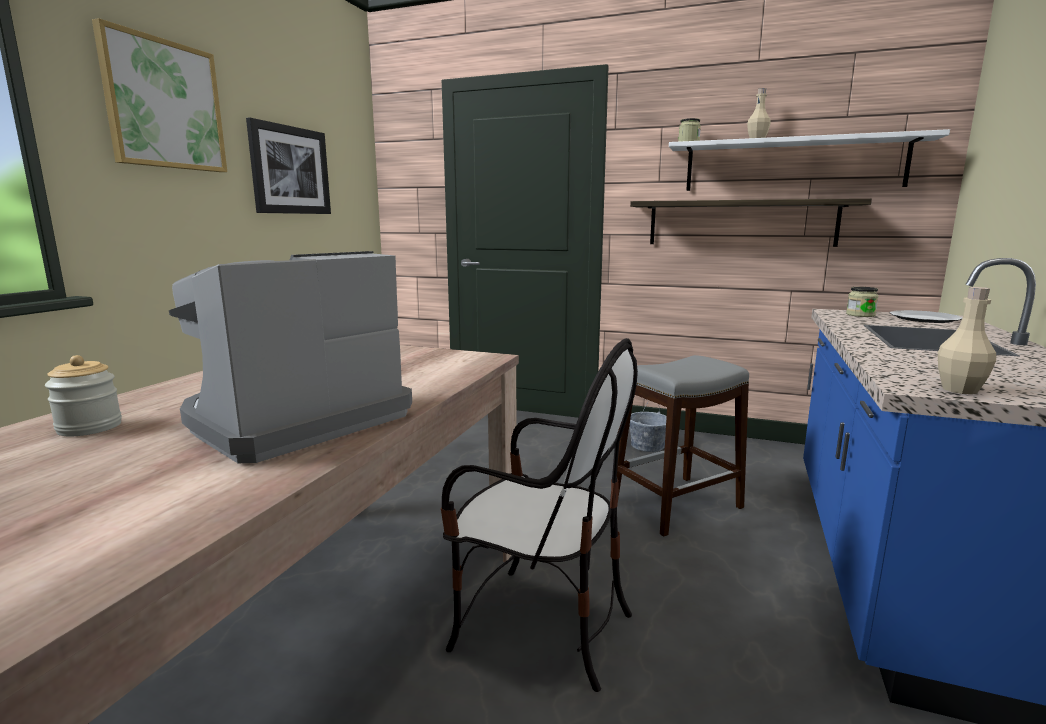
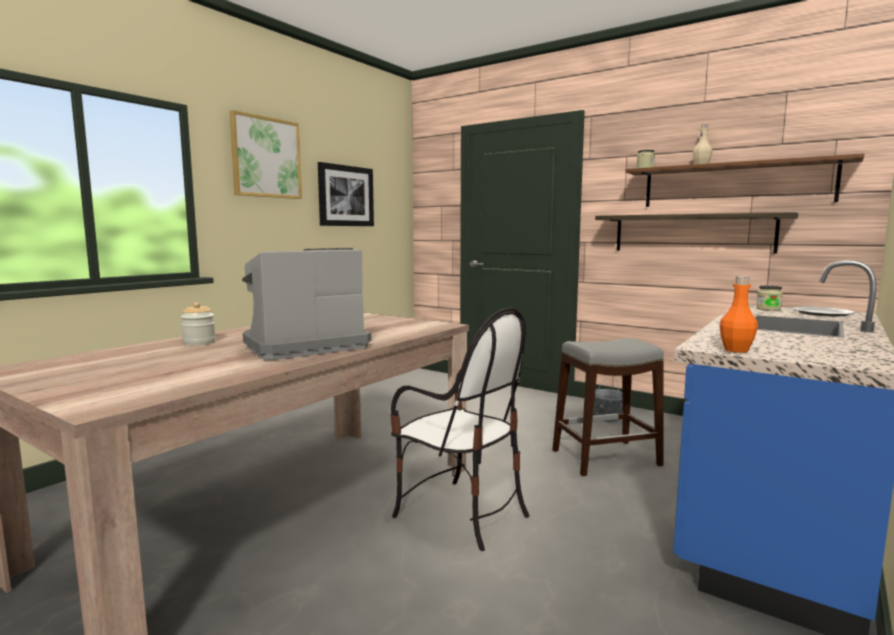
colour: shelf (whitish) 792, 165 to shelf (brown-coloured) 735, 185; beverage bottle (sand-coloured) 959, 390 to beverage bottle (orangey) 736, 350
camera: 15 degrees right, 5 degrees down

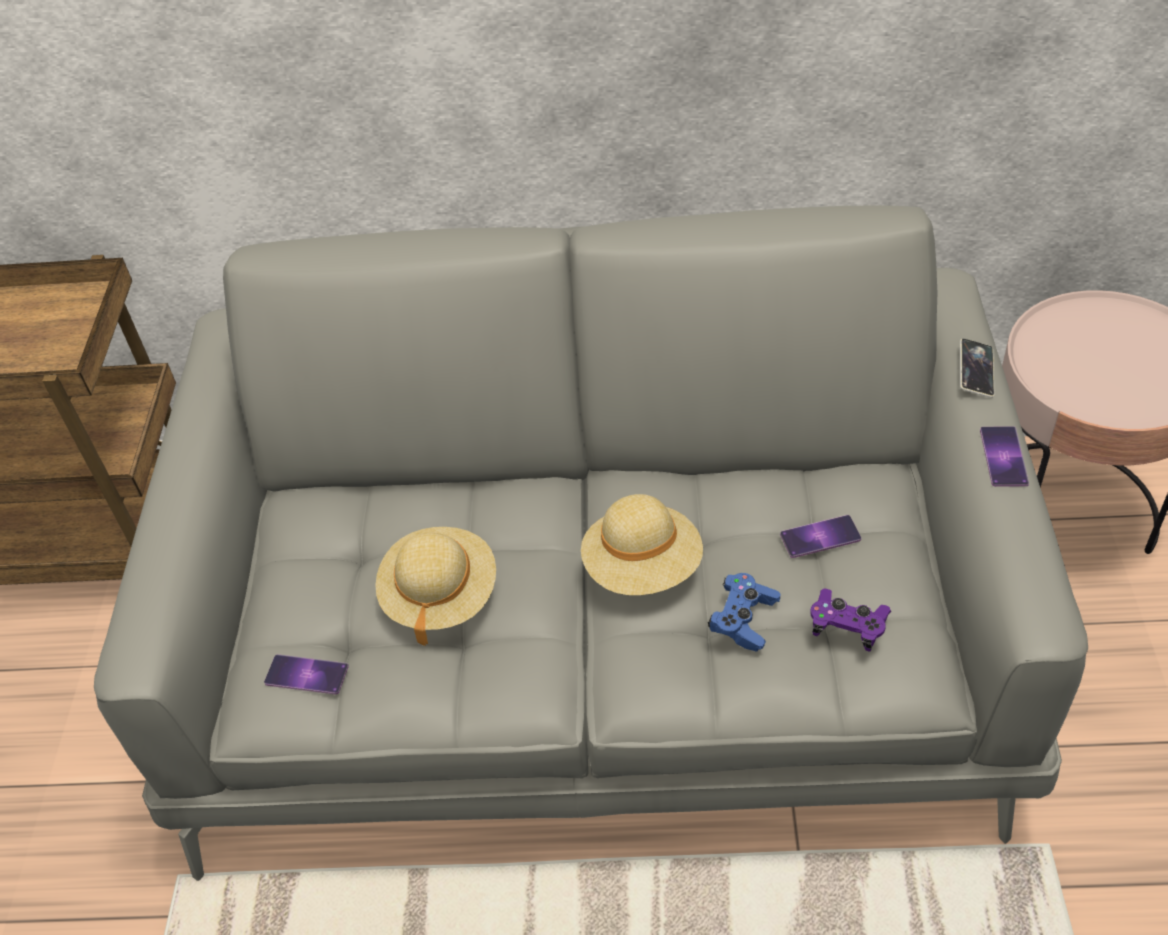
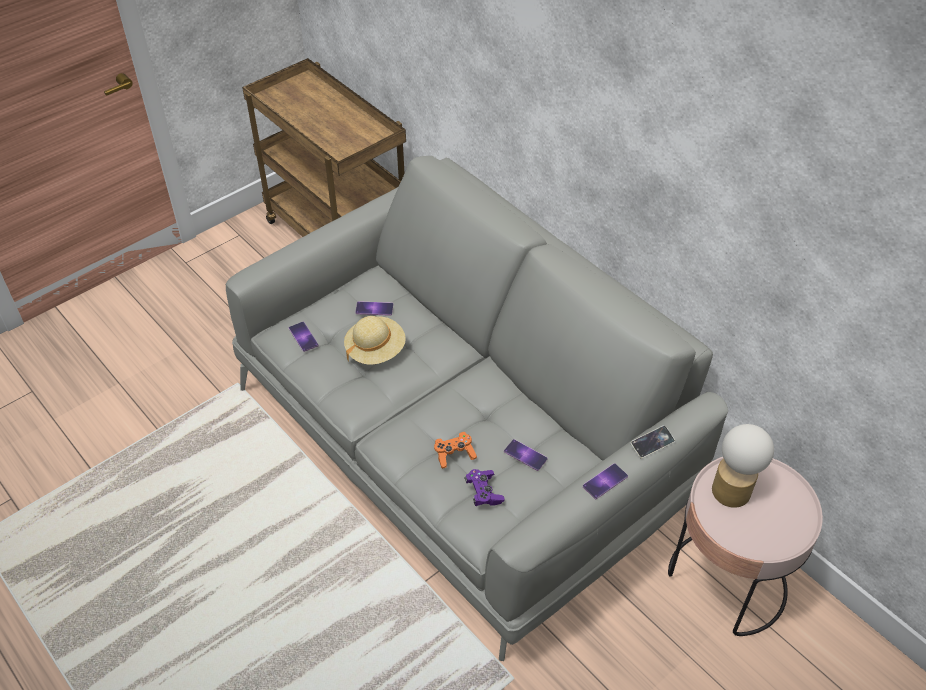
missing: wearable hat (sand-coloured) 643, 567
appeared: phone 374, 308; lamp for a table 734, 487
colour: game controller (bluish) 743, 620 to game controller (orangey) 454, 454
camera: 45 degrees right, 0 degrees up

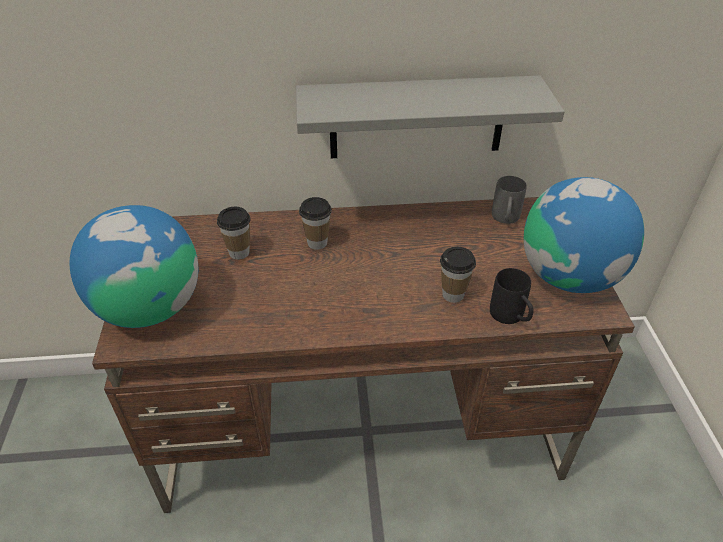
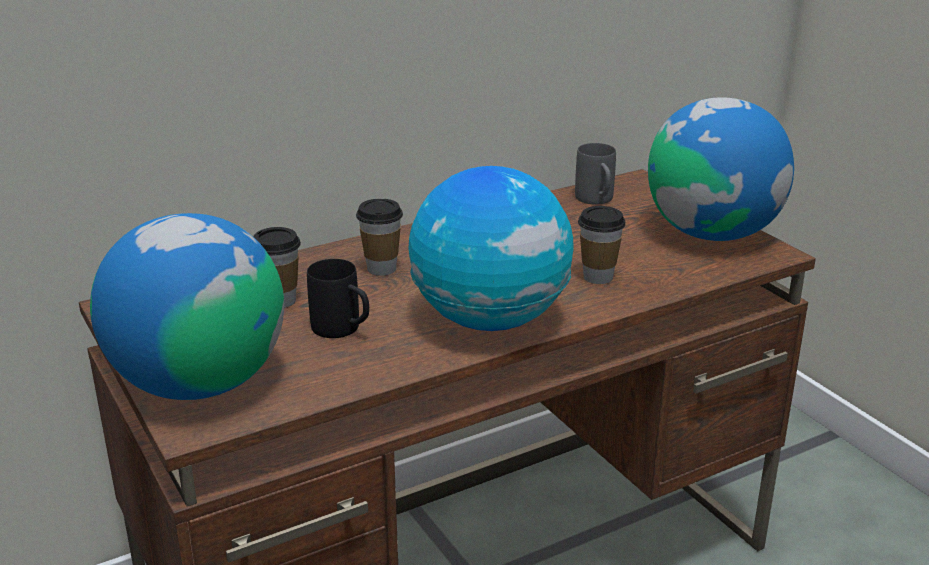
missing: shelf (gray) 417, 118
appeared: world globe 489, 320
relocated: coffee mug (black) 511, 317 to 343, 330
camera: 25 degrees left, 15 degrees down

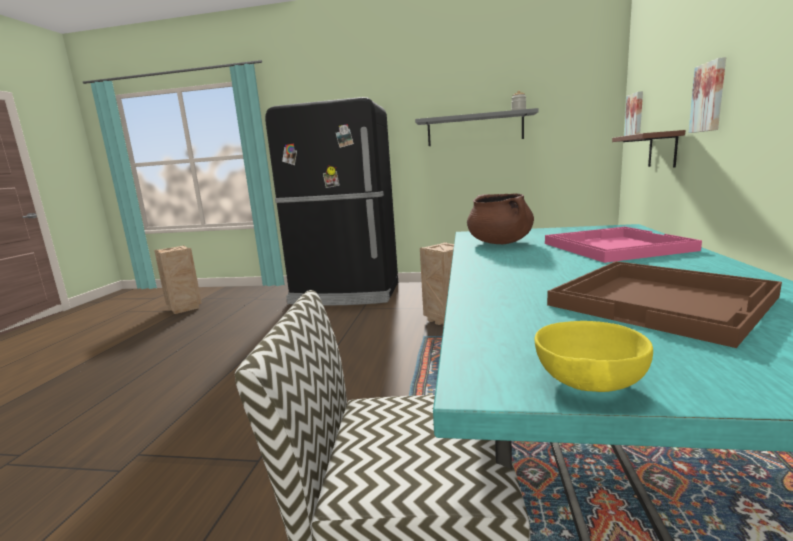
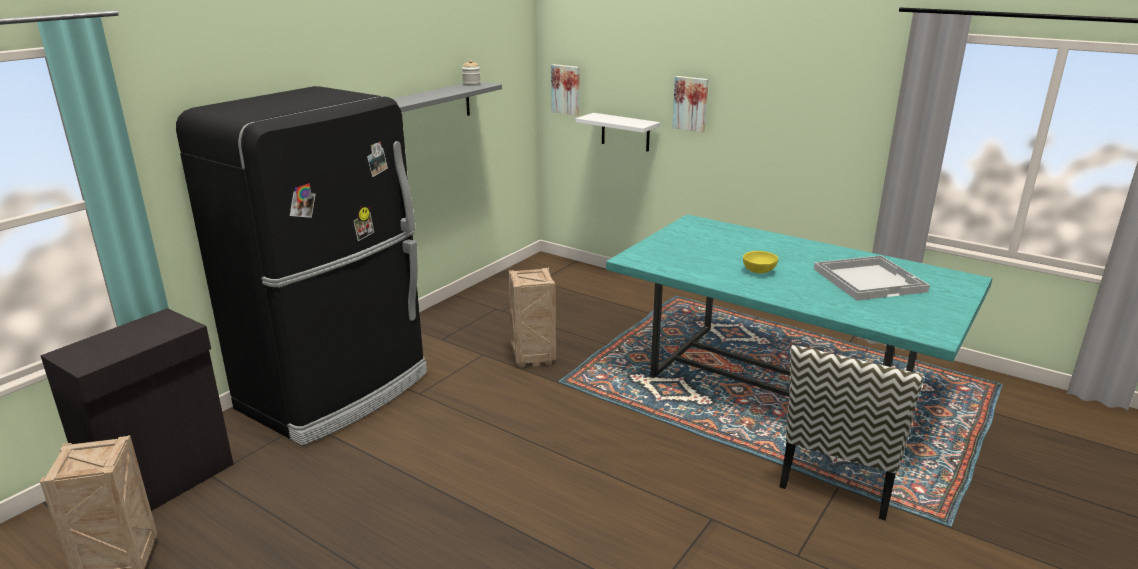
missing: cooking pot (brown-coloured) 500, 243; carrying tray (pink-coloured) 614, 247
appeared: cupboard (black) 165, 483
relocated: deep dish (yellow-coloured) 587, 385 to 759, 272
colour: shelf (brown-coloured) 662, 150 to shelf (whitish) 625, 132; carrying tray (brown-coloured) 662, 301 to carrying tray (whitish) 869, 279
camera: 65 degrees left, 10 degrees up

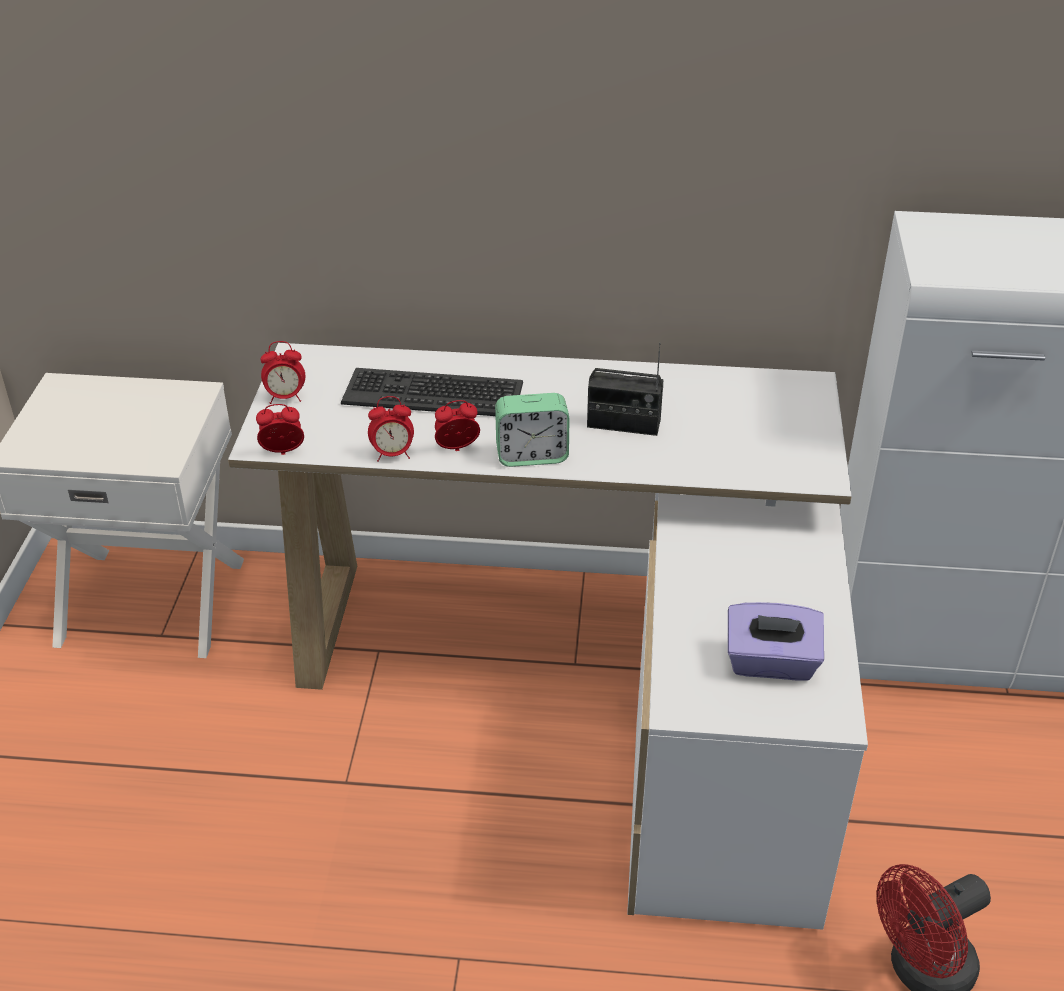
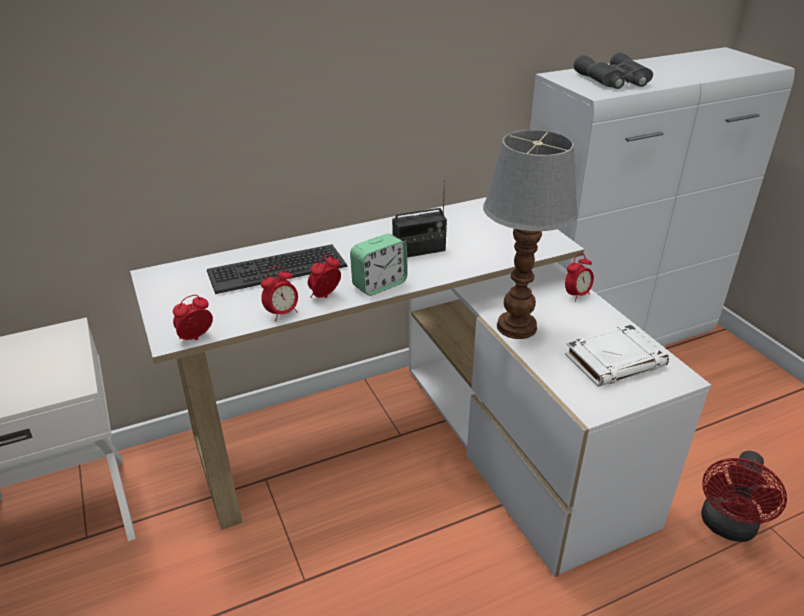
appeared: lamp for a table 517, 328; binoculars (gray) 613, 80
relocated: alarm clock 285, 397 to 576, 295
exchanged: tissue box (purplish) 771, 663 to book (whitish) 615, 360
camera: 30 degrees left, 5 degrees down

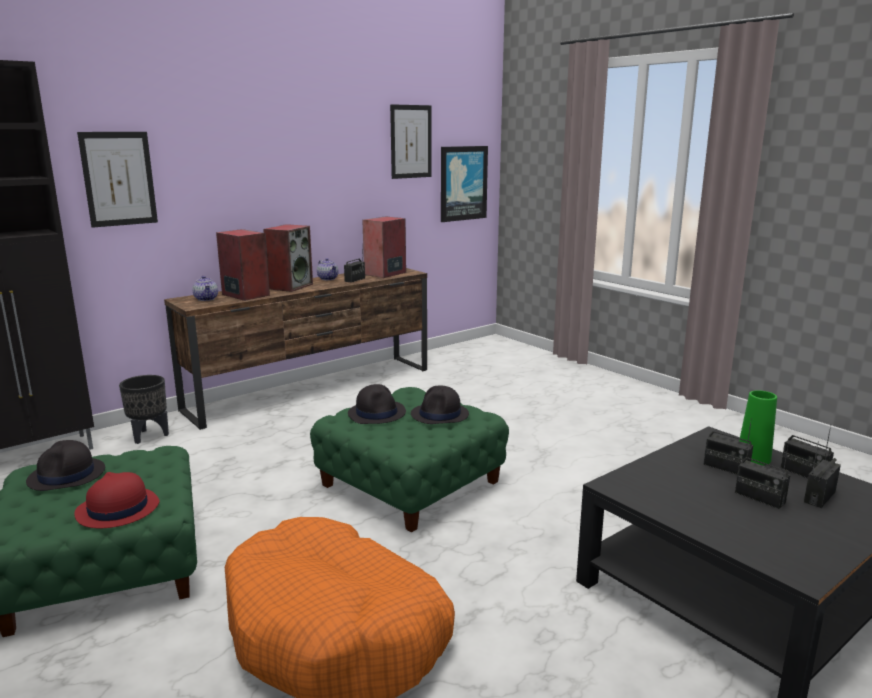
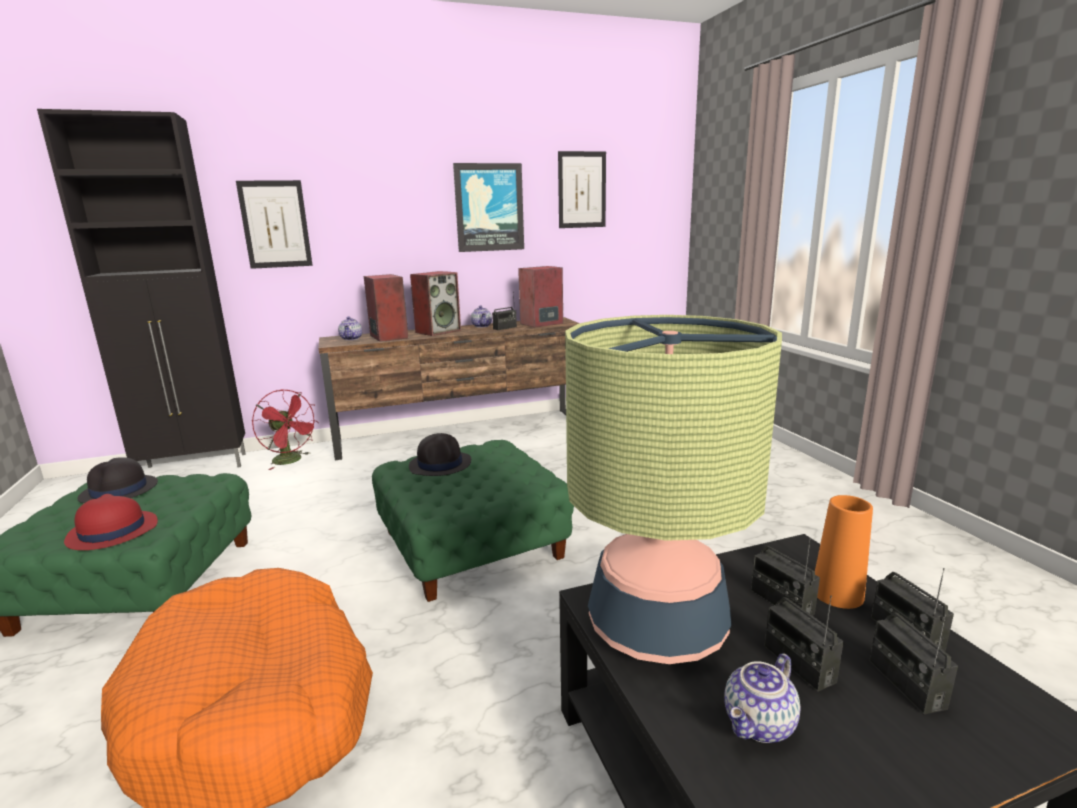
missing: wearable hat (black) 440, 415
appeared: lamp for a table 657, 625; tea pot 760, 725
relocated: wall art 463, 183 to 489, 207
exchanged: flower pot (black) 149, 436 to fan (red-coloured) 291, 461
colour: flower vase (greenish) 753, 458 to flower vase (orangey) 837, 593
spun: radio 819, 497 = 906, 684 75 degrees counterclockwise
camera: 20 degrees right, 0 degrees up

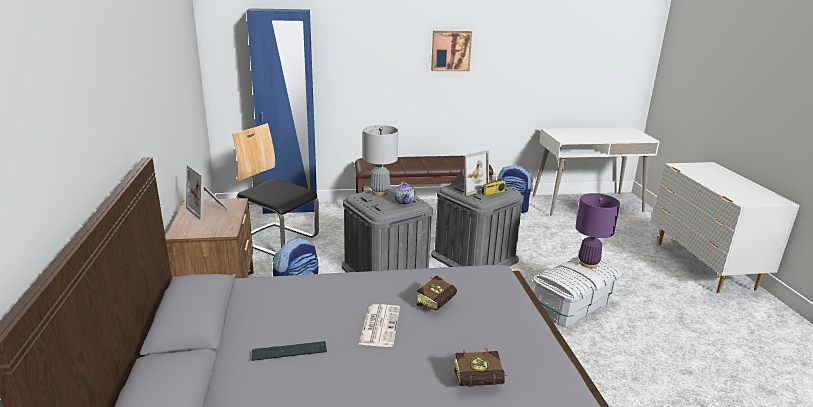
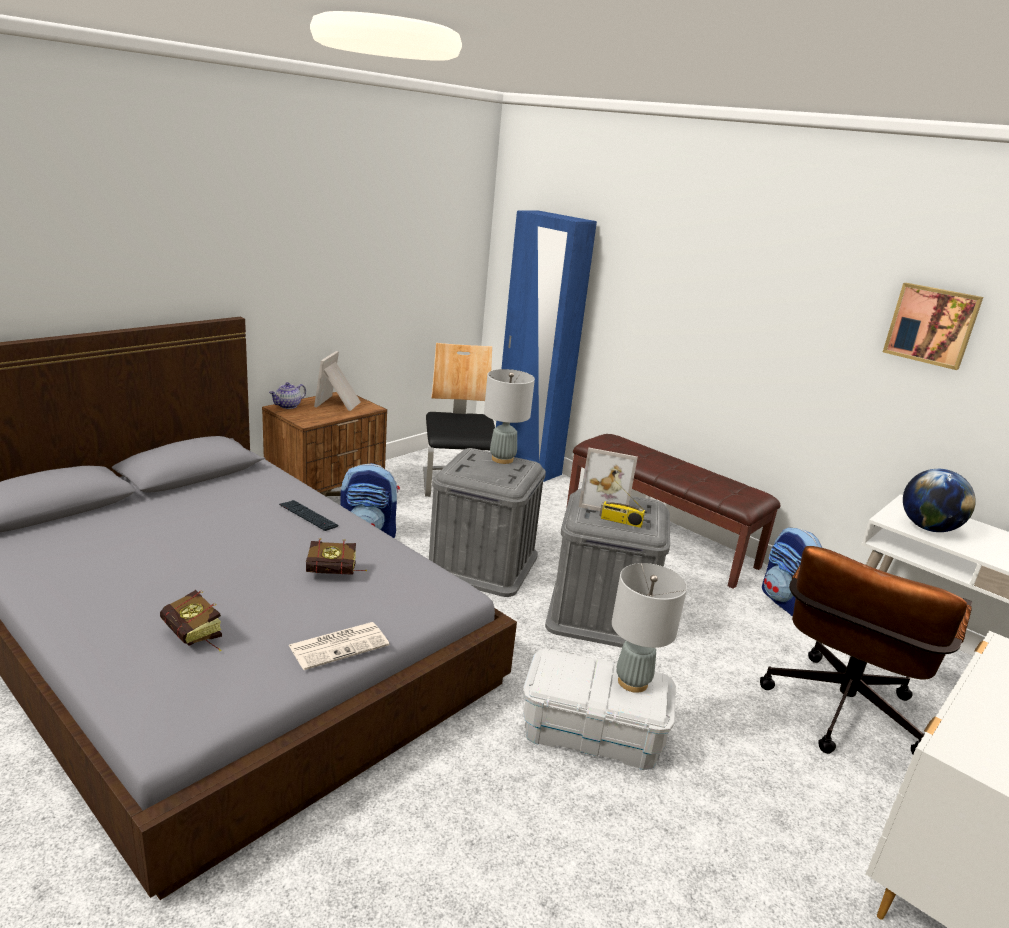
appeared: computer chair (brown-coloured) 838, 716; world globe 928, 528
relocated: tea pot 404, 202 to 288, 406; keyboard 289, 352 to 308, 516; daily paper 379, 325 to 340, 645; wall art 450, 50 to 932, 325
colour: lamp for a table (purplish) 588, 264 to lamp for a table (gray) 632, 682
camera: 50 degrees right, 0 degrees up

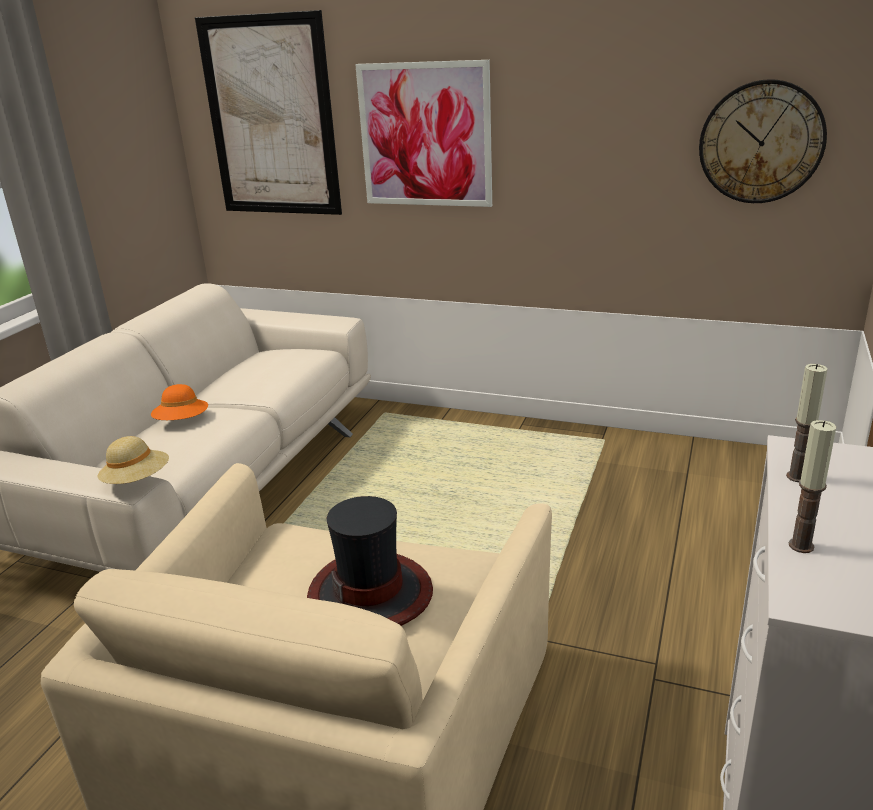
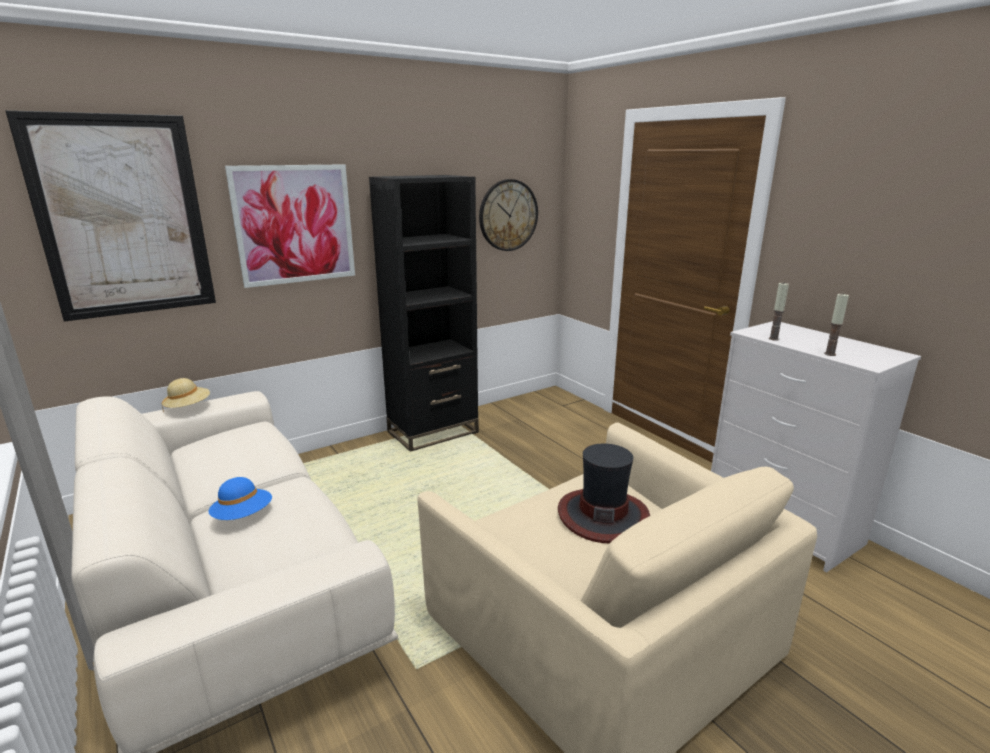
appeared: bookshelf (black) 433, 432
relocated: wearable hat (sand-coloured) 137, 481 to 188, 407
colour: wearable hat (orangey) 182, 422 to wearable hat (bluish) 243, 516
camera: 55 degrees left, 5 degrees down

